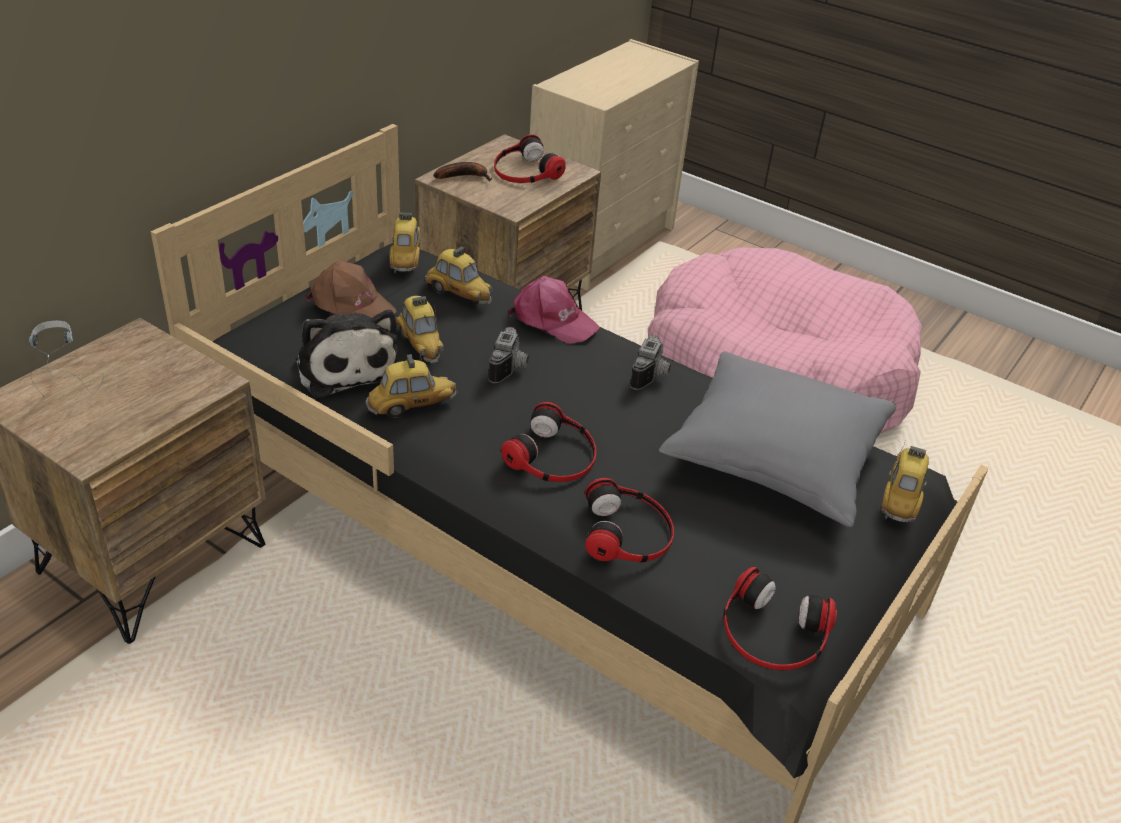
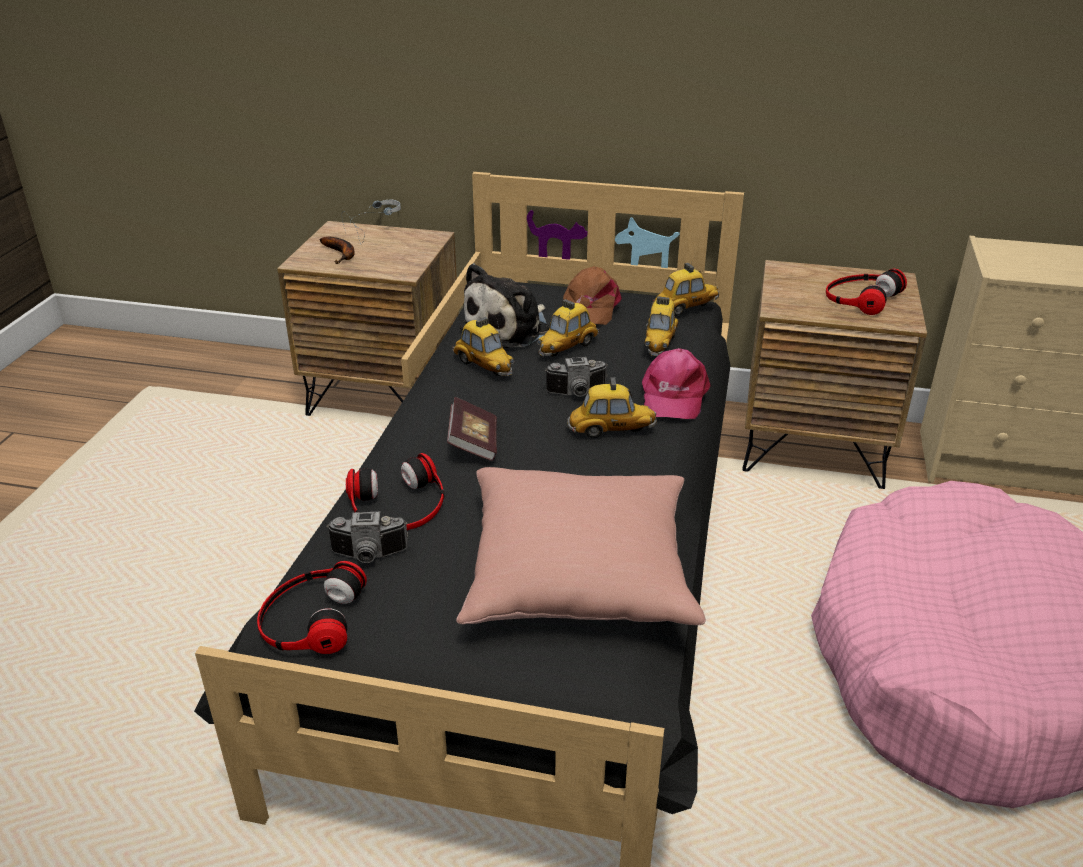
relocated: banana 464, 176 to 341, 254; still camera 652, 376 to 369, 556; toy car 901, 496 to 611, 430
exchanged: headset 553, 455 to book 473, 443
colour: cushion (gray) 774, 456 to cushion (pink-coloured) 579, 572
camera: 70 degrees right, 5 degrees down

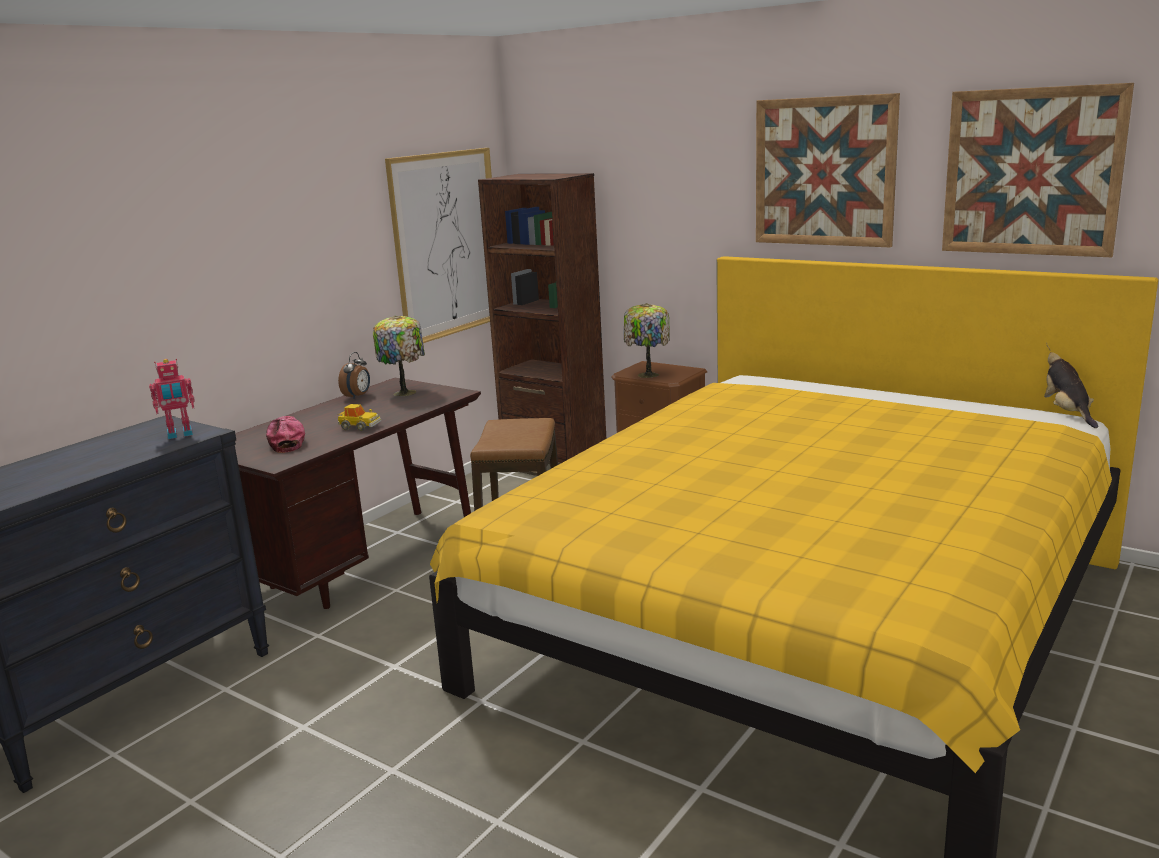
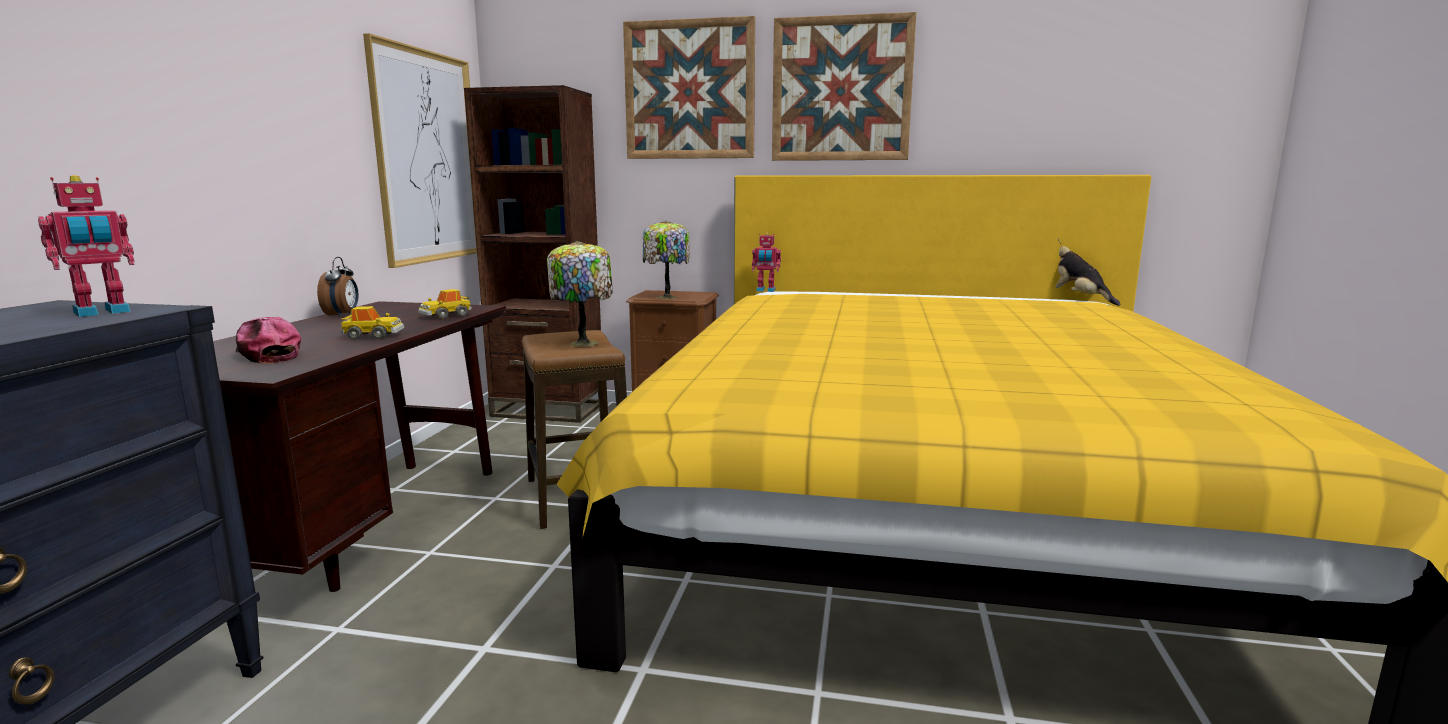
appeared: toy car 446, 316; toy robot 765, 290
relocated: lamp for a table 405, 392 to 583, 342; wall art 1031, 172 to 689, 90
camera: 25 degrees left, 5 degrees down

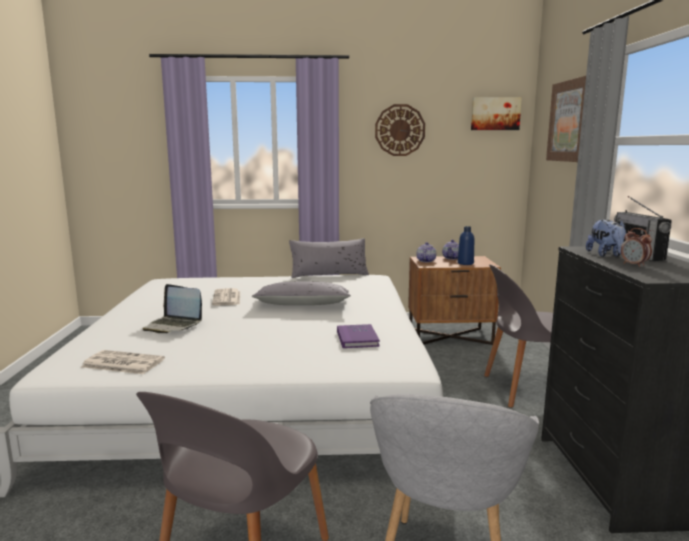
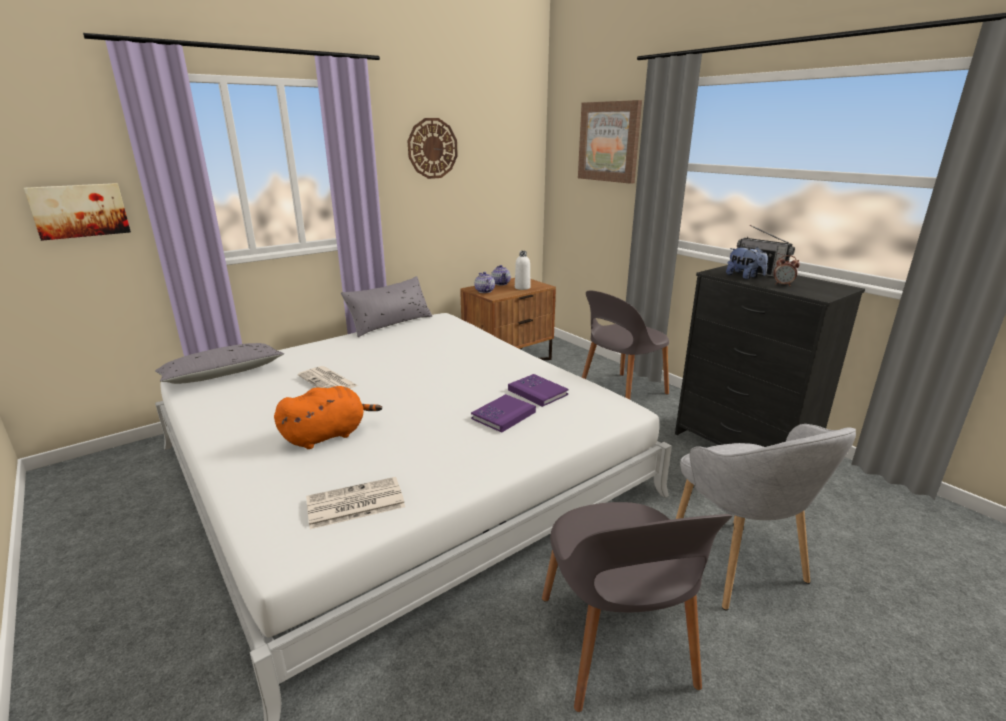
appeared: book (purplish) 503, 415
relocated: wall art 495, 114 to 79, 210; cushion (gray) 302, 304 to 223, 374
exchanged: notebook computer 173, 325 to plush toy (orangey) 328, 435
colour: beverage bottle (bluish) 465, 263 to beverage bottle (whitish) 522, 288
camera: 35 degrees left, 10 degrees up

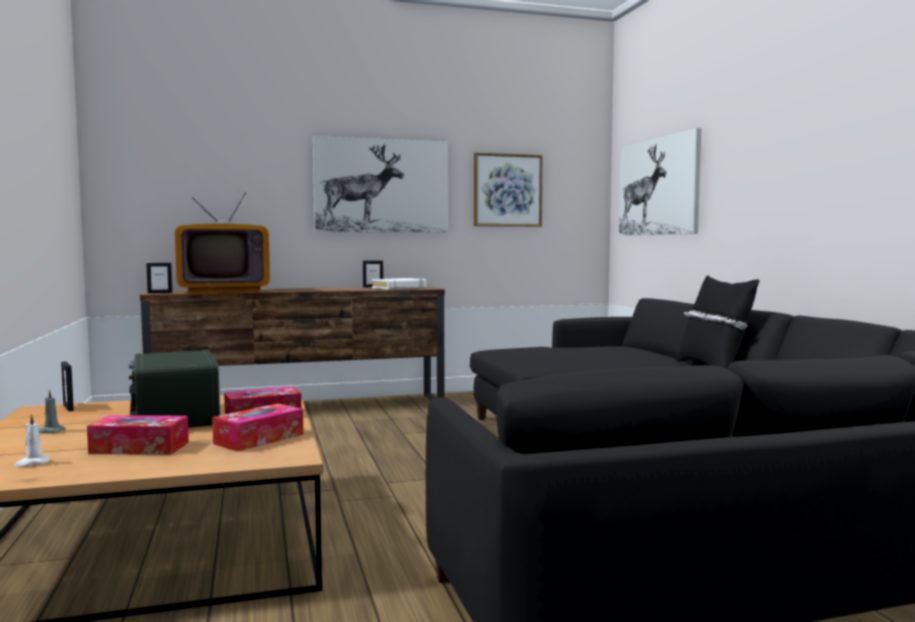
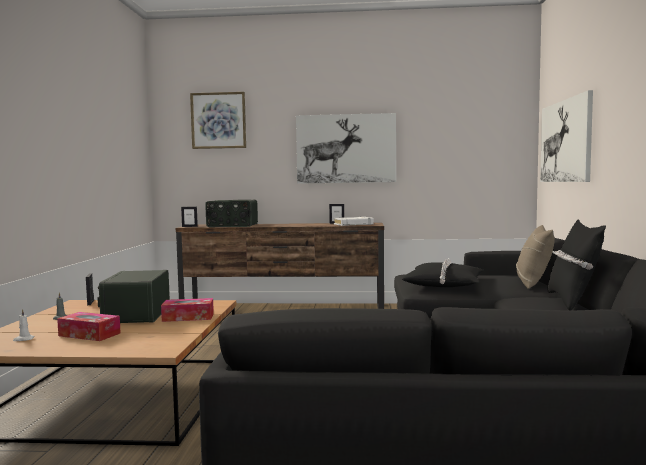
missing: tissue box 259, 439
appeared: cushion (black) 444, 284; cushion (sand-coloured) 533, 283
relocated: wall art 507, 190 to 218, 120
exchanged: TV 225, 291 to radio 232, 225
camera: 20 degrees right, 0 degrees up

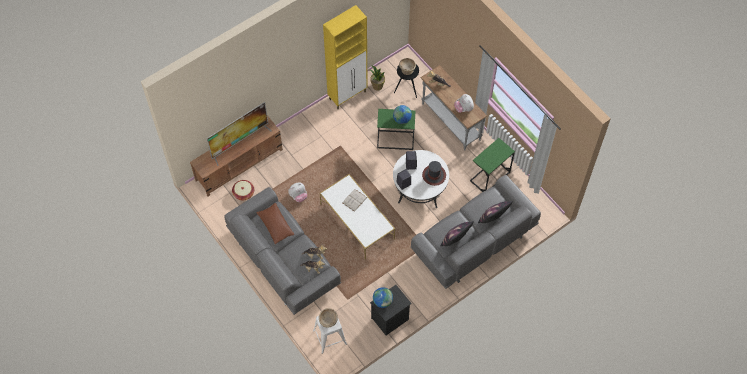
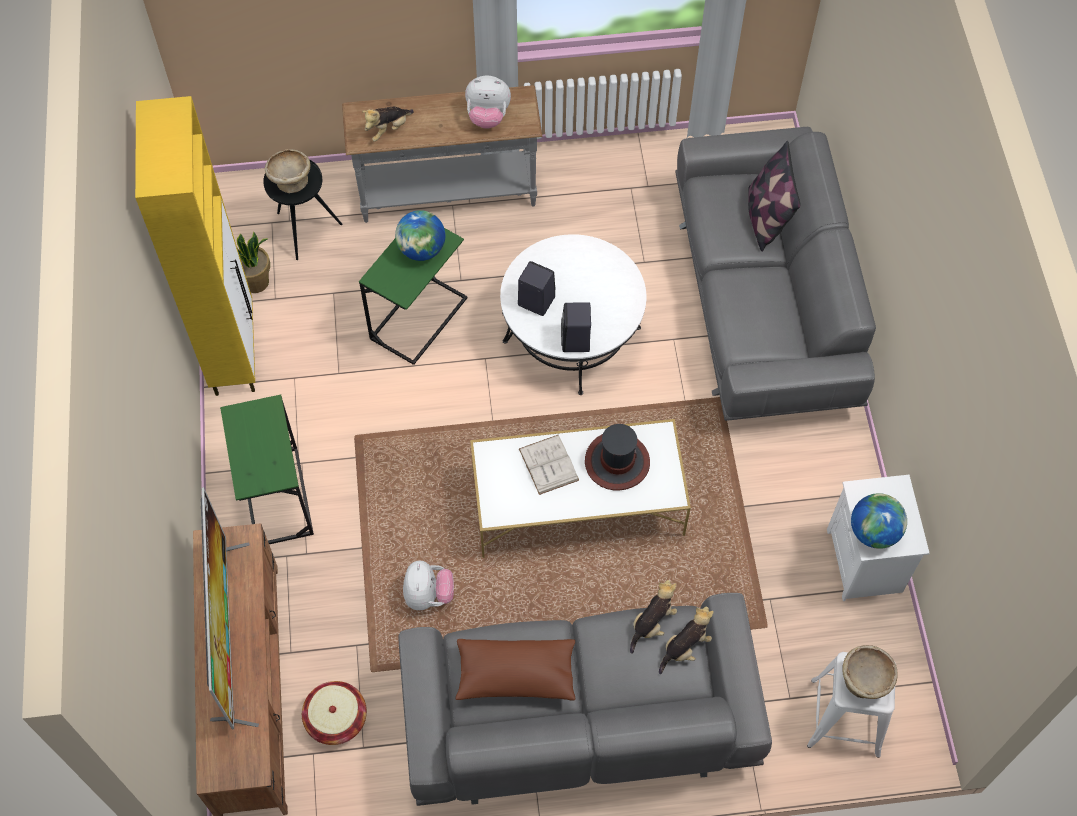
missing: cushion 455, 239
relocated: accent table (greenish) 490, 176 to 277, 496; wearable hat 434, 175 to 617, 462
colour: night table (black) 390, 319 to night table (whitish) 866, 562
camera: 60 degrees left, 0 degrees up

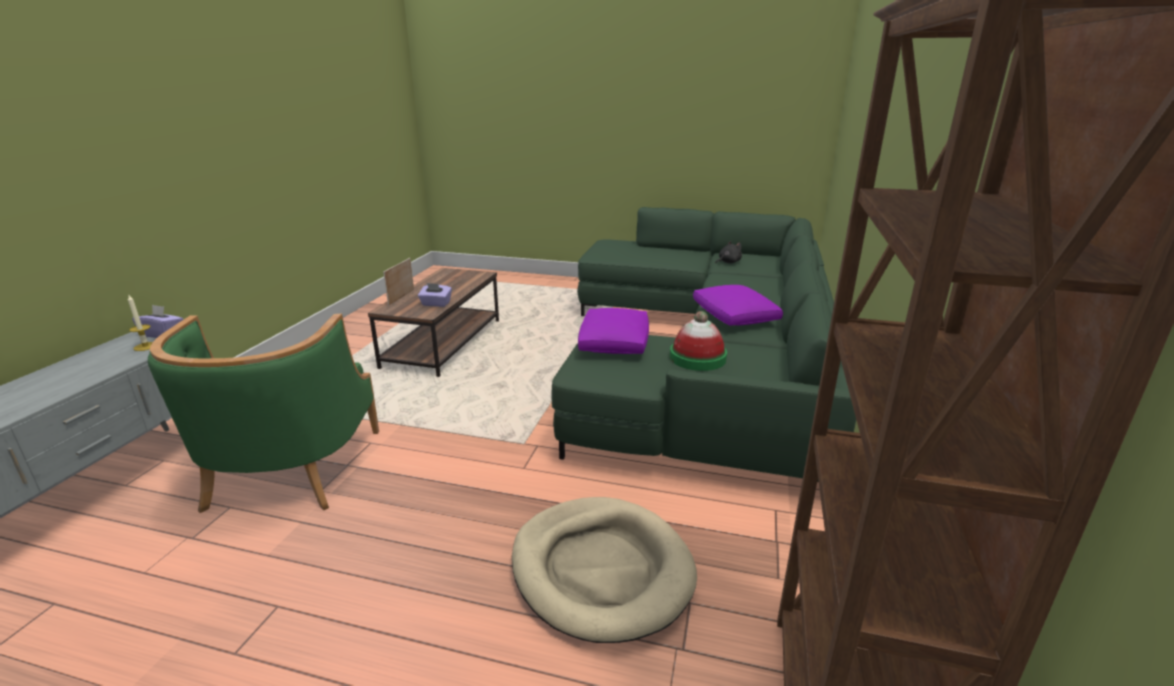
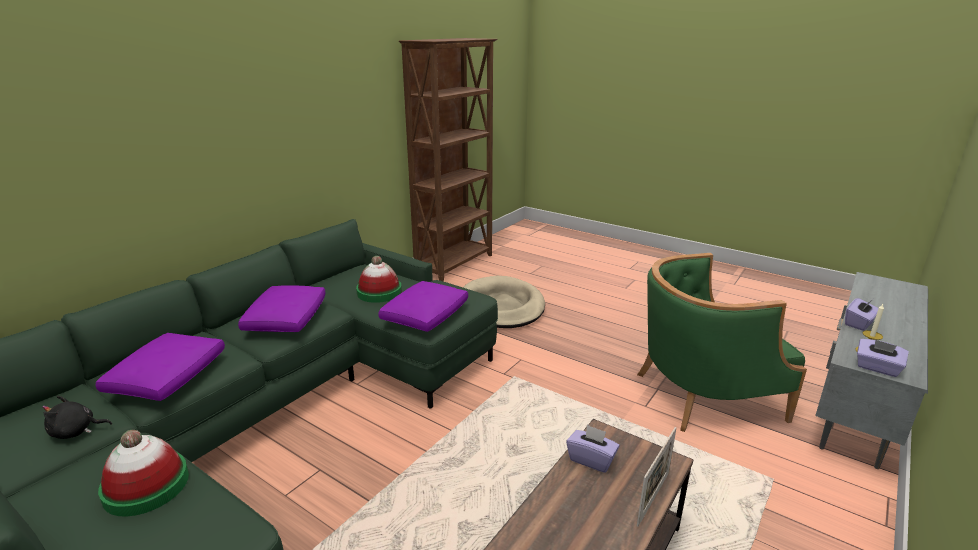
appeared: cushion (purplish) 168, 377; wearable hat 146, 486; tissue box (purplish) 859, 323
spun: easy chair (greenish) 290, 470 = 703, 394 120 degrees counterclockwise
camera: 160 degrees left, 0 degrees up

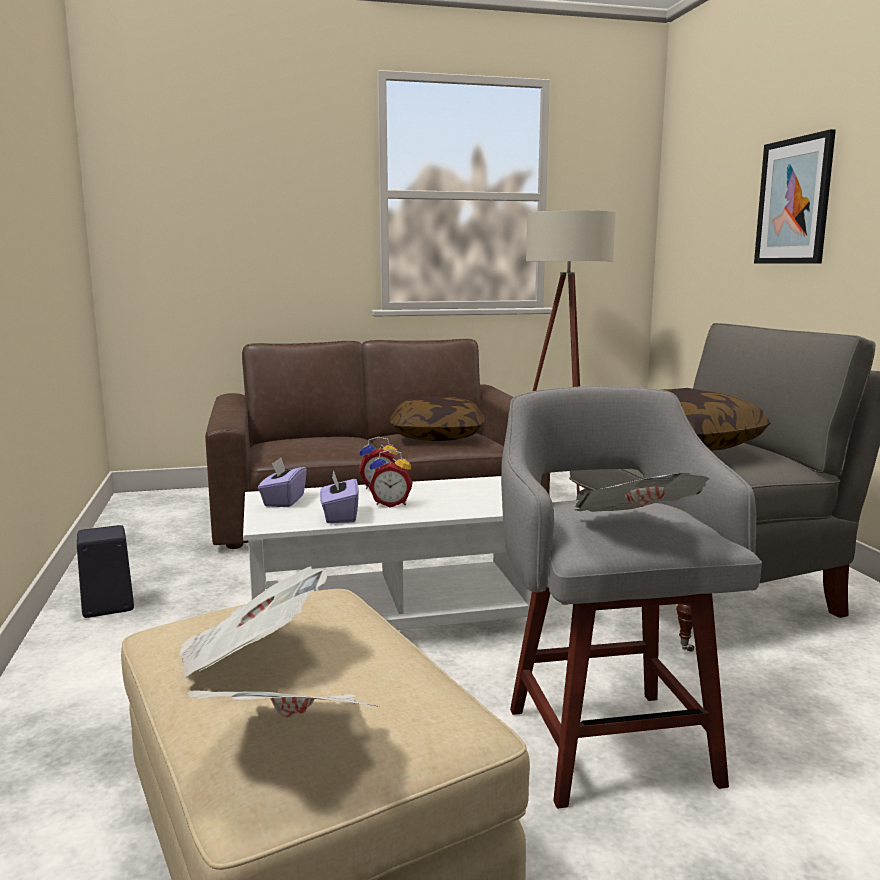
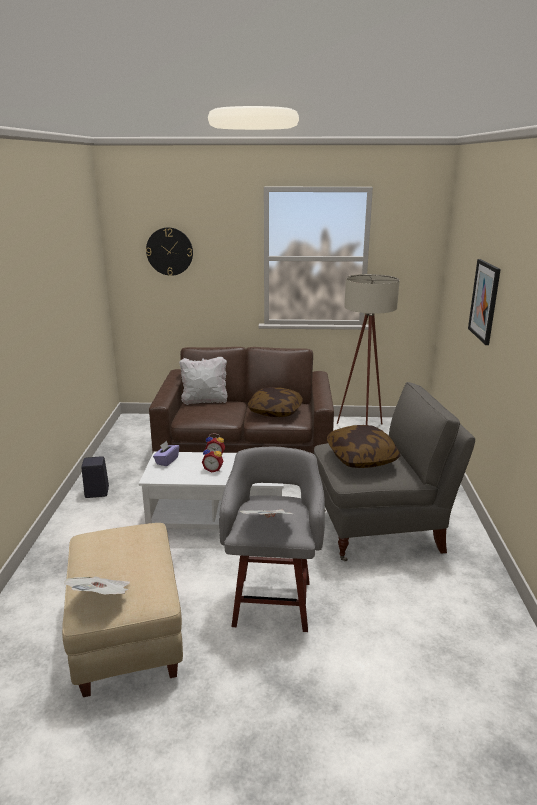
missing: daily paper 250, 657; tissue box (purplish) 339, 516
appeared: hanging clock 169, 251; cushion (whitish) 204, 401
camera: 15 degrees right, 10 degrees up

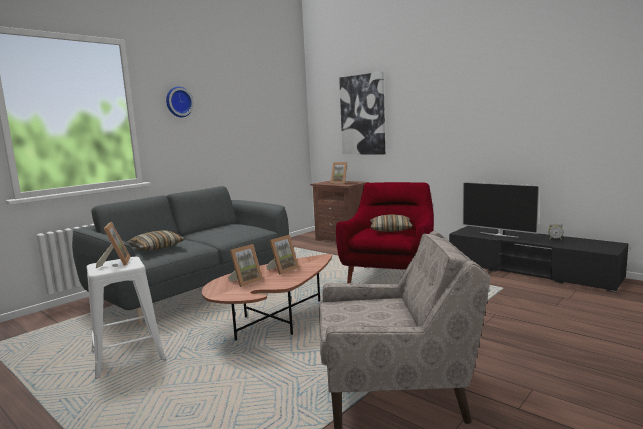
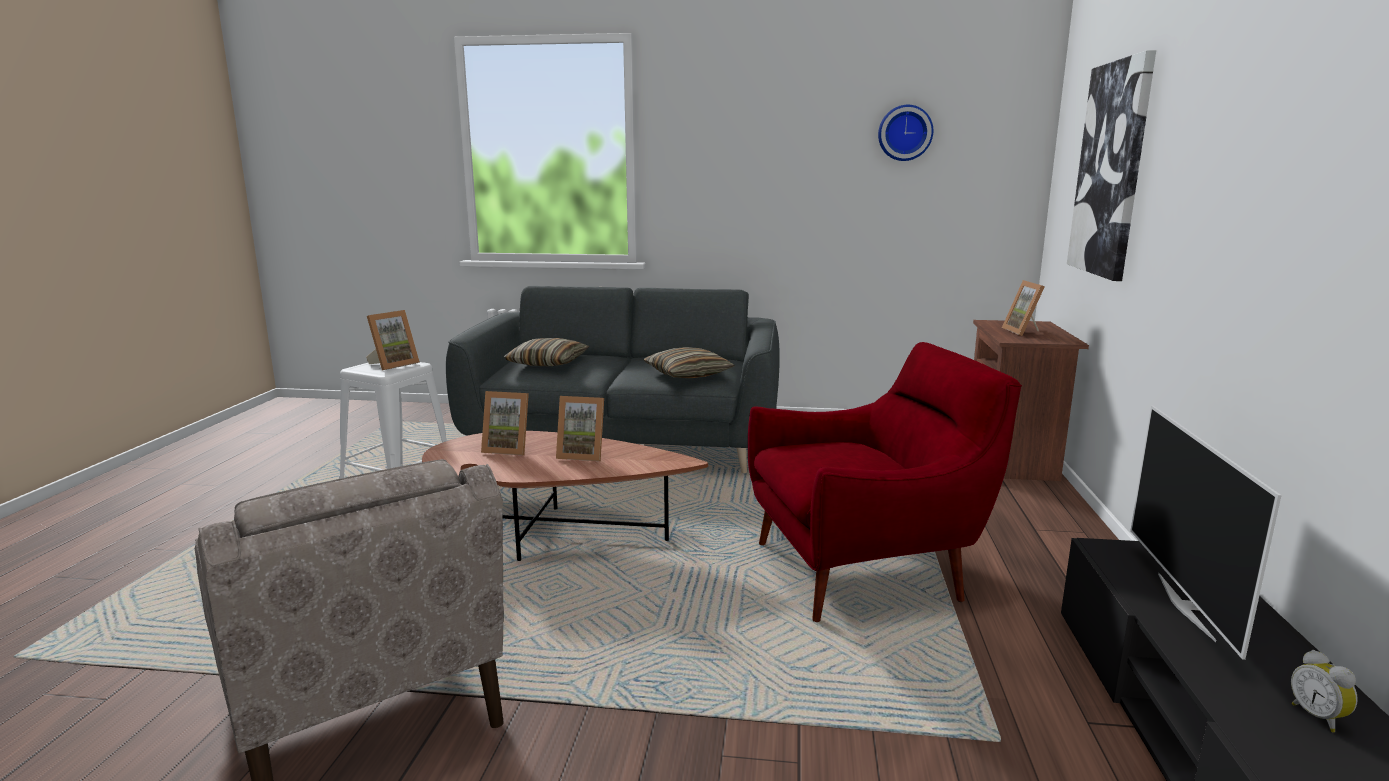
relocated: cushion 390, 230 to 688, 374; hanging clock 178, 102 to 904, 133
camera: 55 degrees right, 5 degrees up

